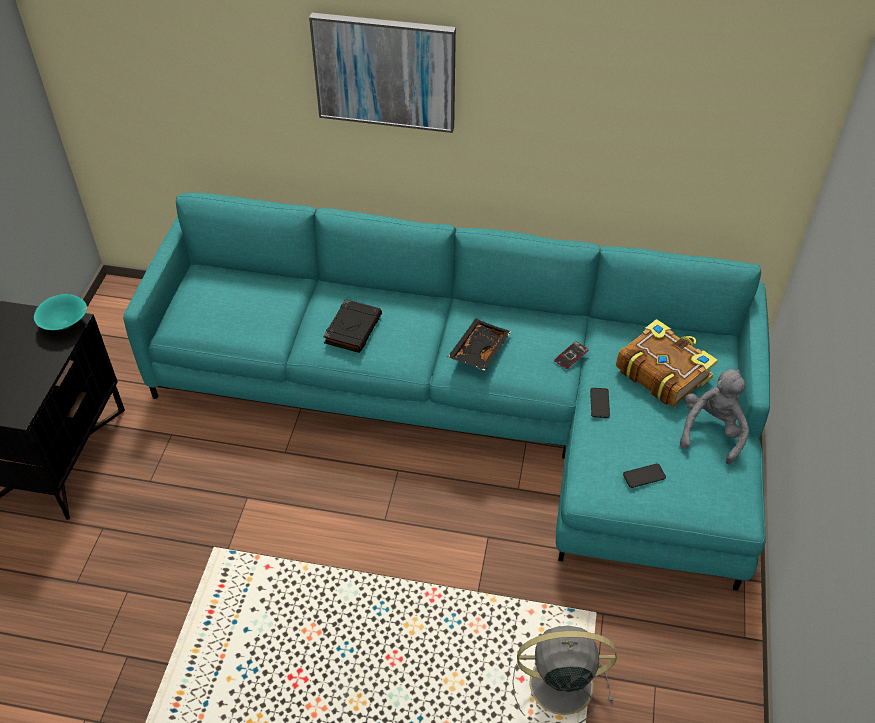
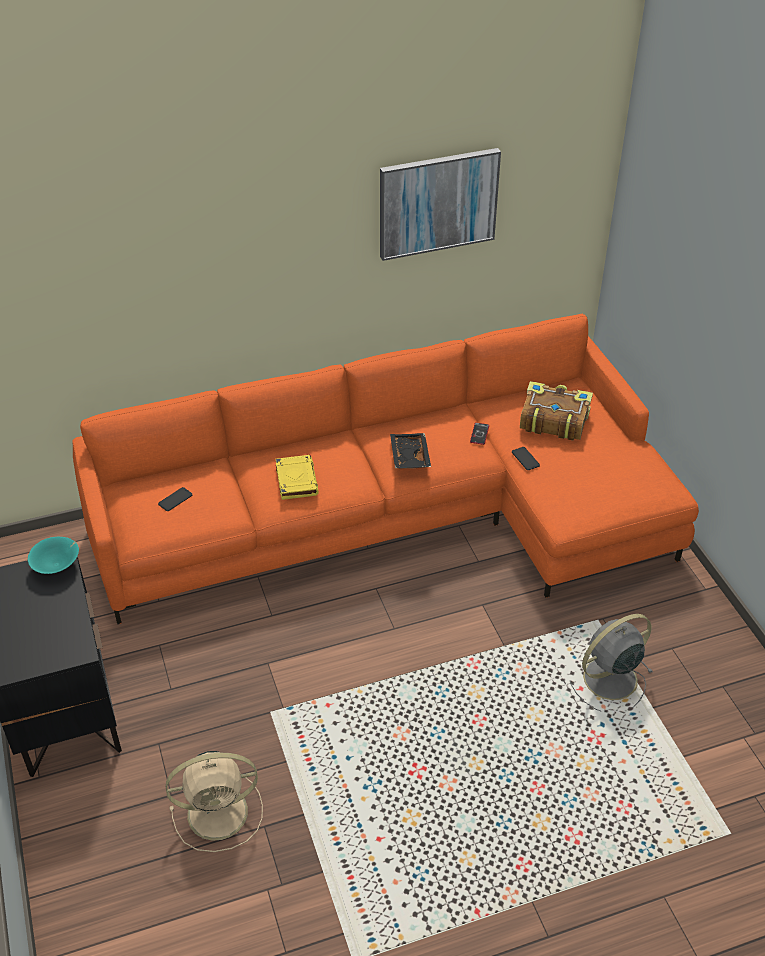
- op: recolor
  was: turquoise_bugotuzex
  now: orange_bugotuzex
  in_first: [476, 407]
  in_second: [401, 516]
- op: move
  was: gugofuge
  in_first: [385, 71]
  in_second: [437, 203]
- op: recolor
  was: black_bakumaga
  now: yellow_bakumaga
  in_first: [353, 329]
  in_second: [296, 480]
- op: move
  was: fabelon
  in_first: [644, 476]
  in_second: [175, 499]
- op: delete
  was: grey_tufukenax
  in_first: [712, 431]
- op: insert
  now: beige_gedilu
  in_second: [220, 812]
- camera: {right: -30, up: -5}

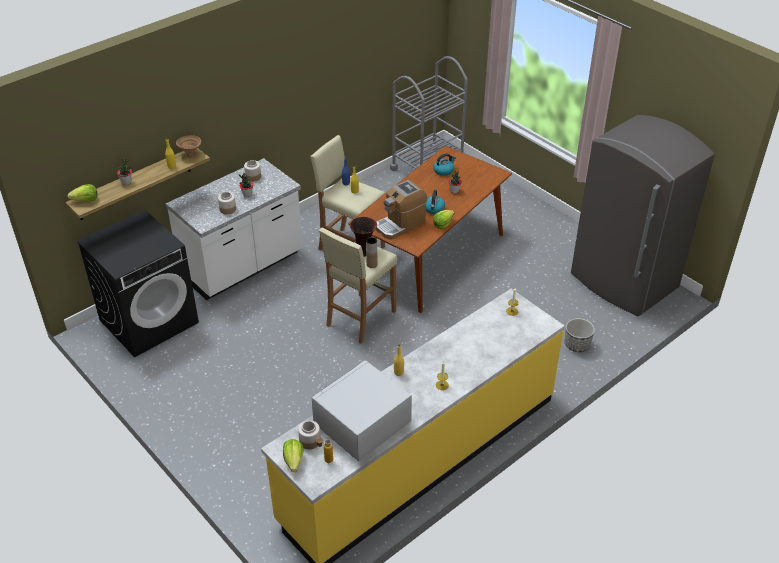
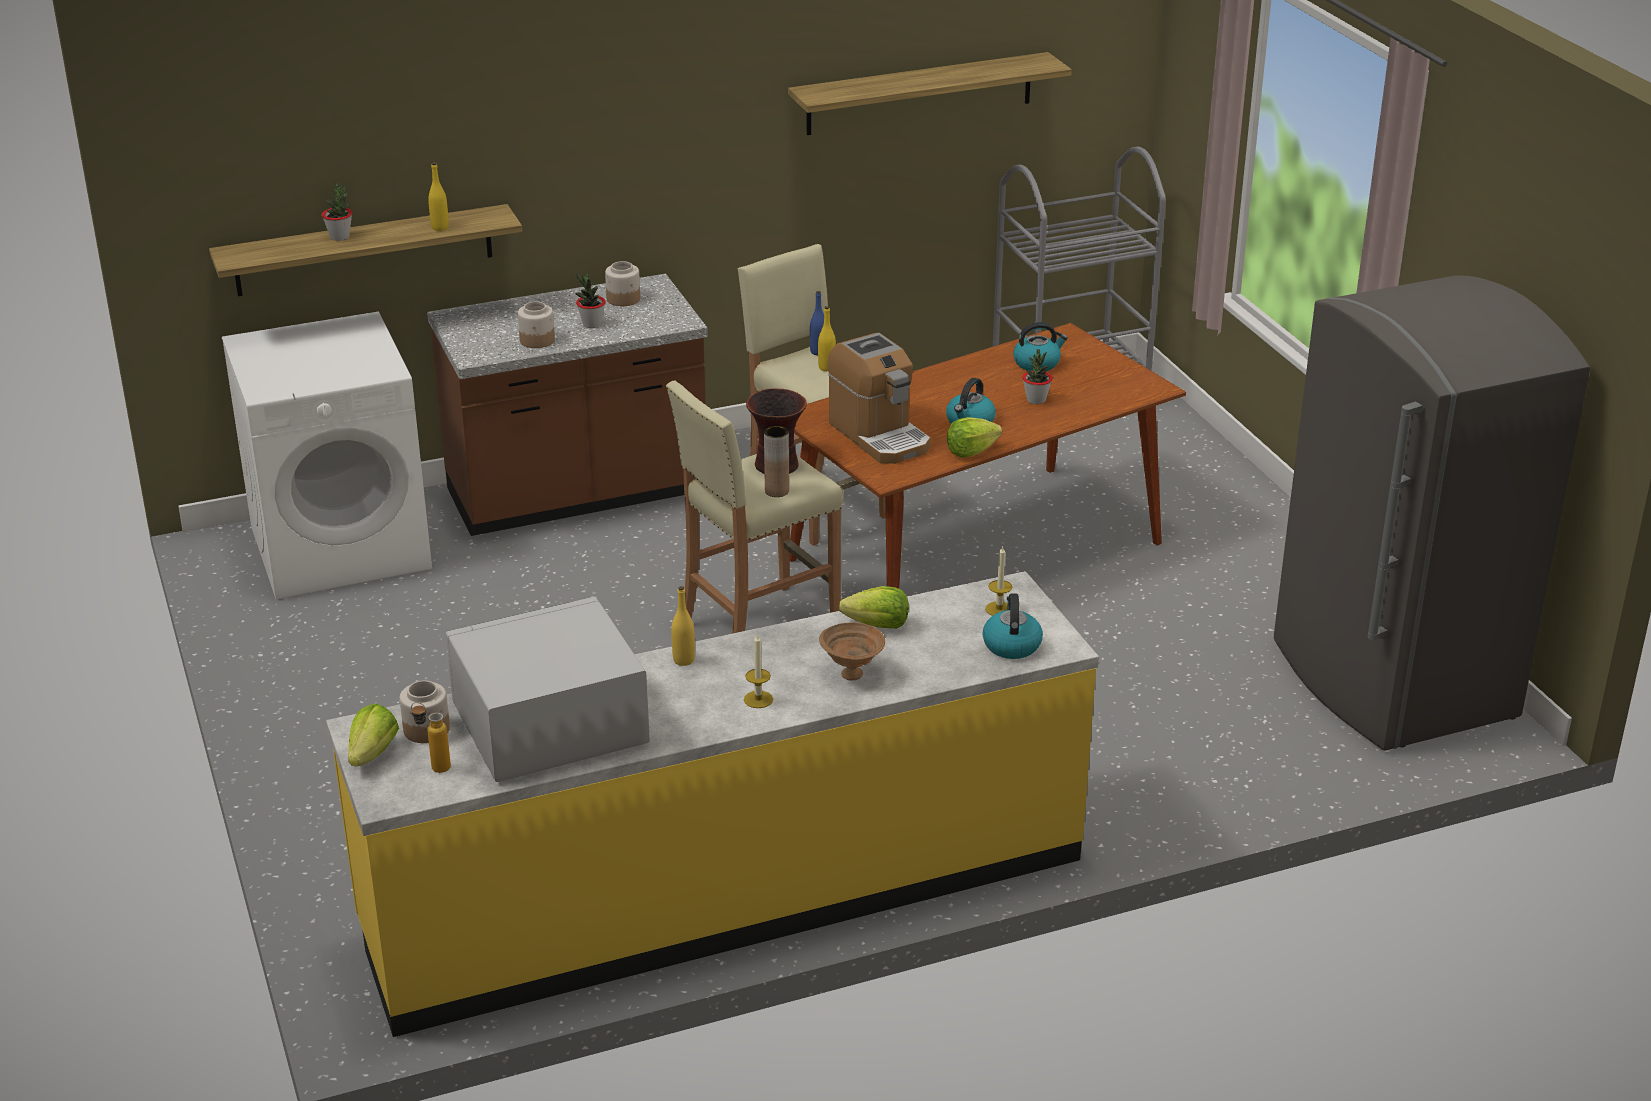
- op: move
  was: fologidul
  in_first: [85, 201]
  in_second: [877, 625]
- op: recolor
  was: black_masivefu
  now: white_masivefu
  in_first: [149, 321]
  in_second: [341, 547]
- op: recolor
  was: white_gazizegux
  now: brown_gazizegux
  in_first: [243, 267]
  in_second: [578, 495]
- op: move
  was: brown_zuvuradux
  in_first: [190, 154]
  in_second: [850, 673]
- op: rotate
  was: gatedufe
  in_first: [400, 224]
  in_second: [879, 436]
  clockwise: -105
- op: delete
  was: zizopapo
  in_first: [577, 345]
- op: insert
  now: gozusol
  in_second: [919, 94]
- op: insert
  now: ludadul
  in_second: [1011, 645]
- camera: {right: 20, up: -10}

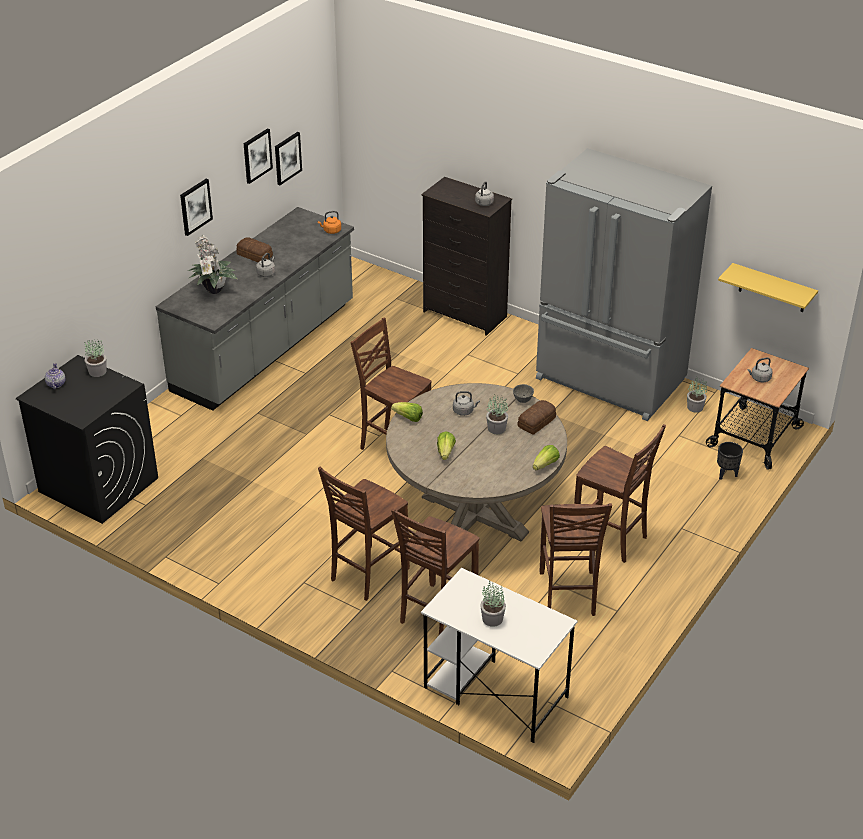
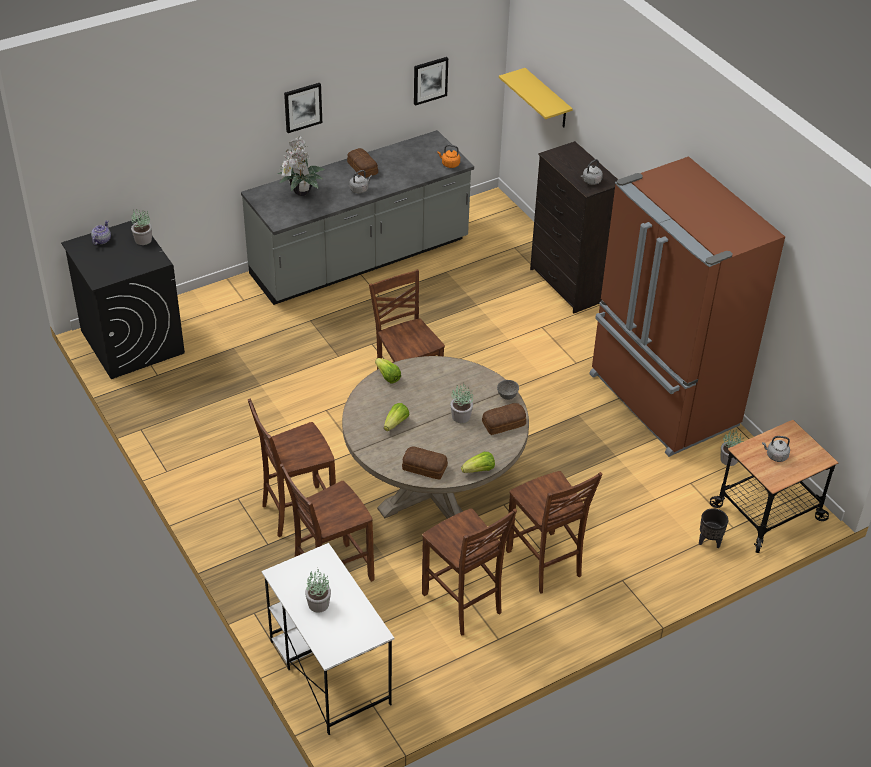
- op: delete
  was: gugofuge
  in_first: [257, 155]
- op: delete
  was: grey_ludadul
  in_first: [464, 411]
- op: recolor
  was: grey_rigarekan
  now: brown_rigarekan
  in_first: [609, 381]
  in_second: [661, 401]
- op: rotate
  was: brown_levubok
  in_first: [568, 595]
  in_second: [463, 604]
  clockwise: -60
- op: move
  was: yellow_gozusol
  in_first: [772, 288]
  in_second: [547, 99]
- op: insert
  now: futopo
  in_second: [425, 468]
- camera: {right: 25, up: 5}

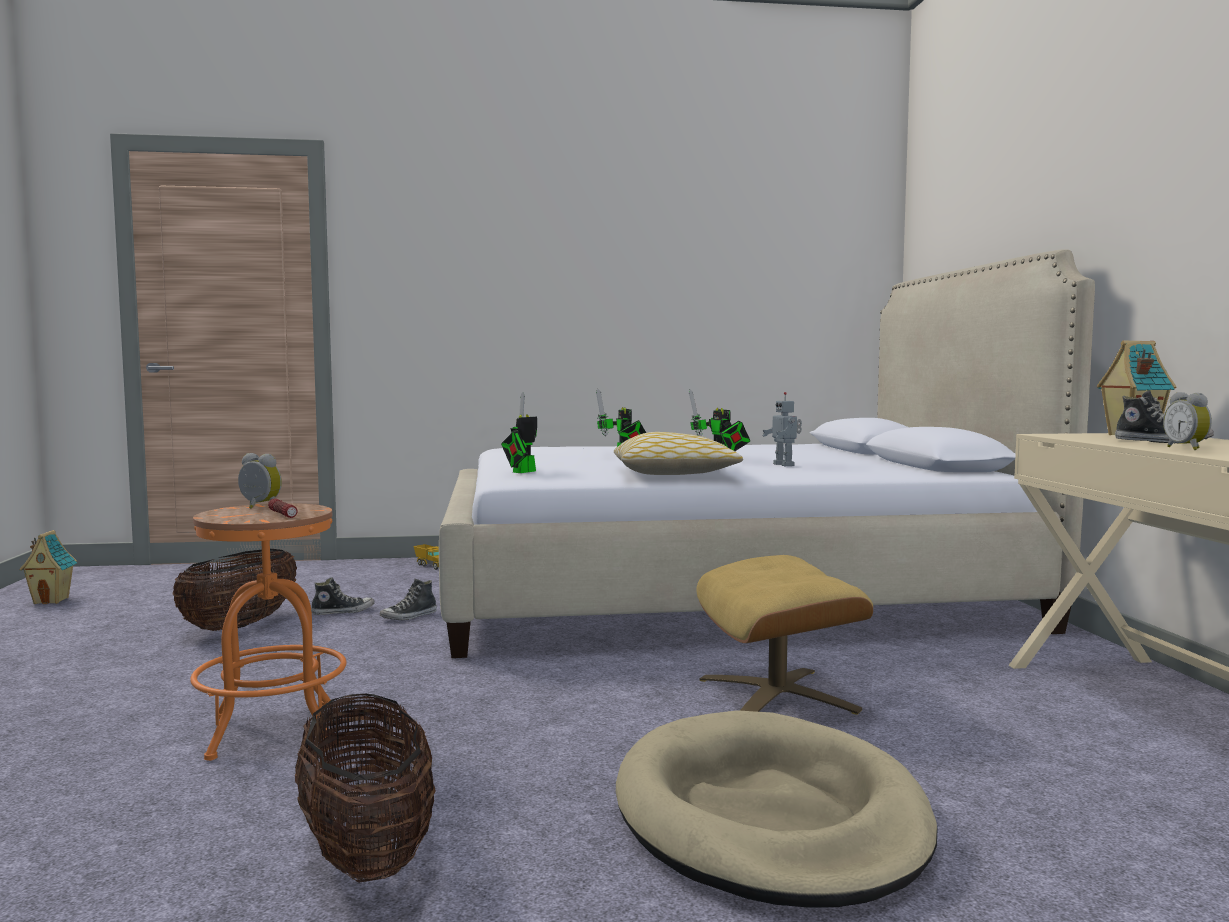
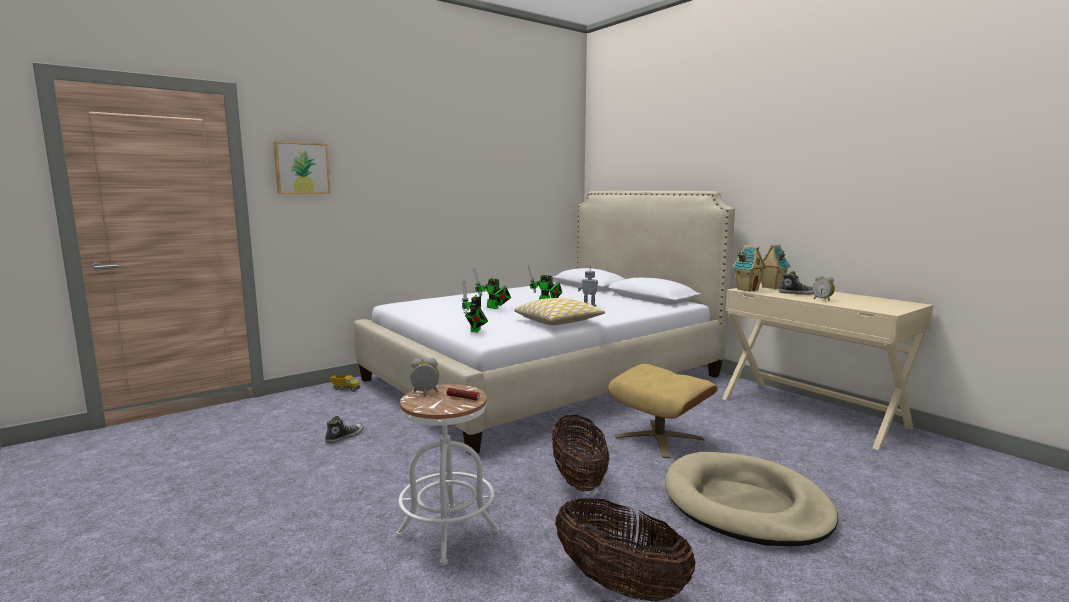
- op: move
  was: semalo
  in_first: [52, 600]
  in_second: [747, 289]
- op: move
  was: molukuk
  in_first: [240, 626]
  in_second: [578, 480]
- op: recolor
  was: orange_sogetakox
  now: white_sogetakox
  in_first: [273, 731]
  in_second: [448, 533]
- op: delete
  was: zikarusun
  in_first: [409, 617]
- op: insert
  now: gugofuge
  in_second: [301, 168]
- camera: {right: -30, up: 5}

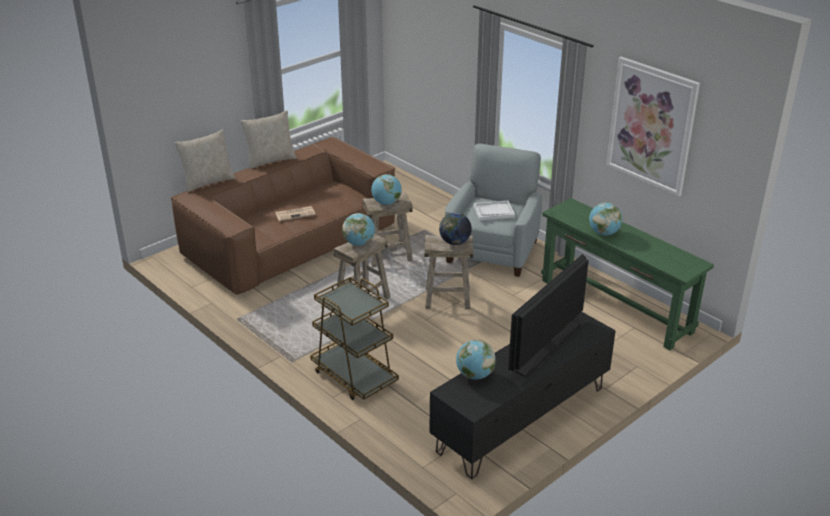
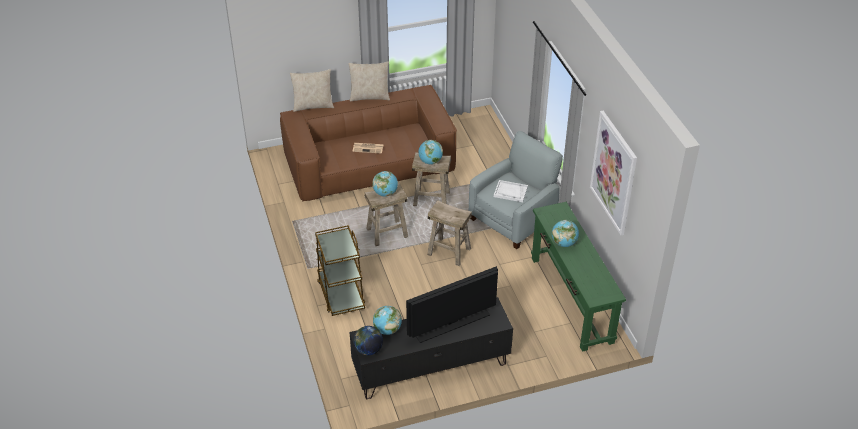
- op: move
  was: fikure
  in_first: [454, 242]
  in_second: [368, 350]
- camera: {right: 25, up: 10}

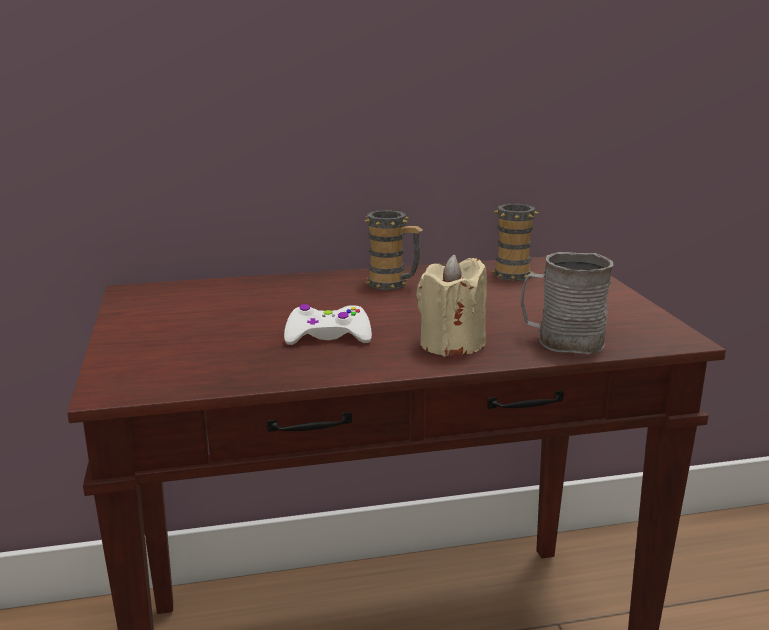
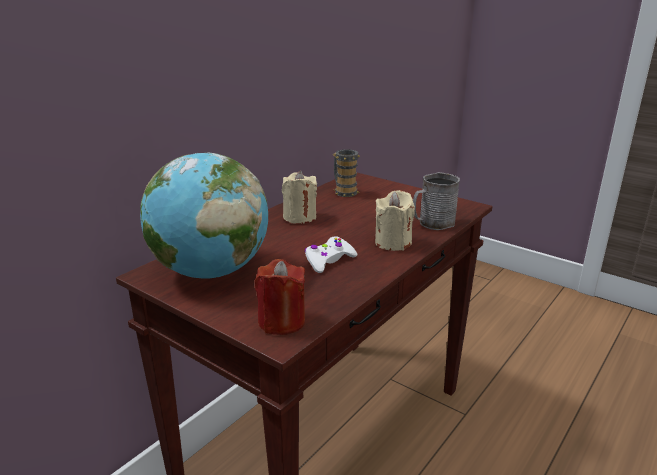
- op: replace
  was: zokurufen
  now: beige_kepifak
  in_first: [393, 285]
  in_second: [299, 217]
- op: insert
  now: fikure
  in_second: [210, 271]
- op: insert
  now: red_kepifak
  in_second: [281, 322]
- camera: {right: -40, up: 5}

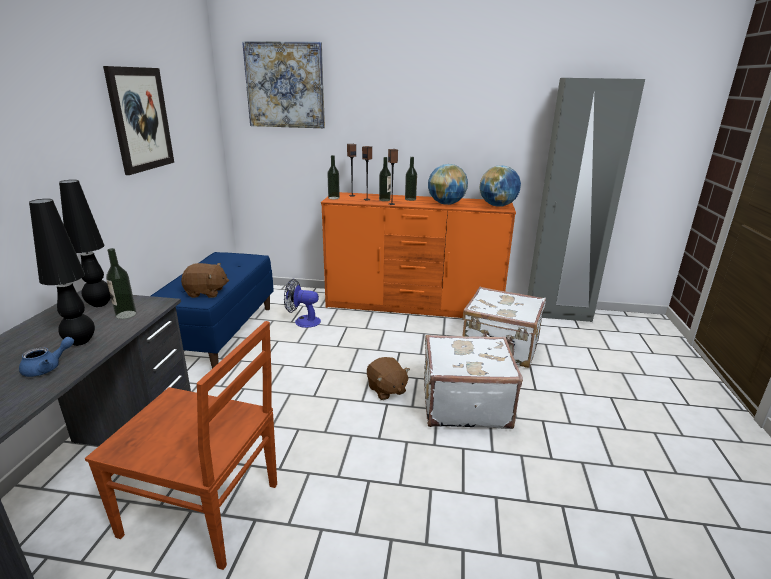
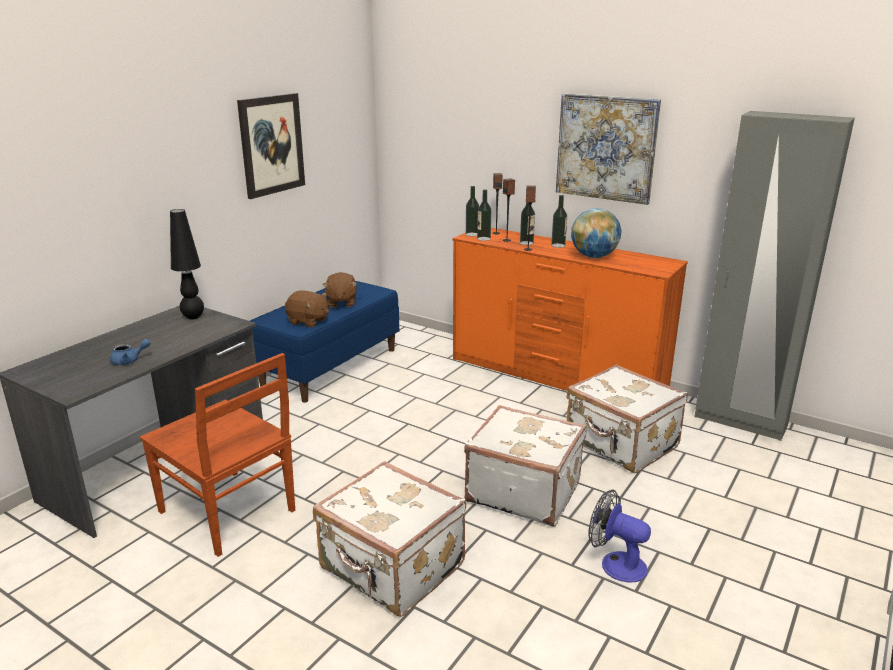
- op: delete
  was: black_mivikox
  in_first: [81, 342]
- op: move
  was: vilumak
  in_first: [126, 314]
  in_second: [483, 238]
- op: move
  was: gugofuge
  in_first: [285, 85]
  in_second: [606, 148]
- op: move
  was: gedilu
  in_first: [303, 321]
  in_second: [615, 563]
- op: move
  was: brown_tufukenax
  in_first: [386, 390]
  in_second: [341, 302]
- op: delete
  was: fikure
  in_first: [498, 206]
- op: insert
  now: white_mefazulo
  in_second: [391, 568]
- camera: {right: 25, up: 0}

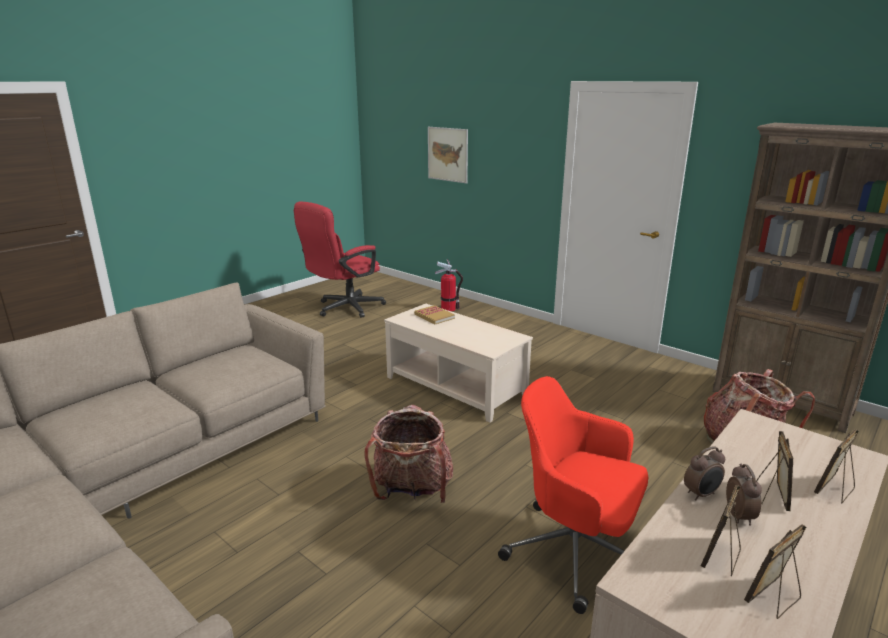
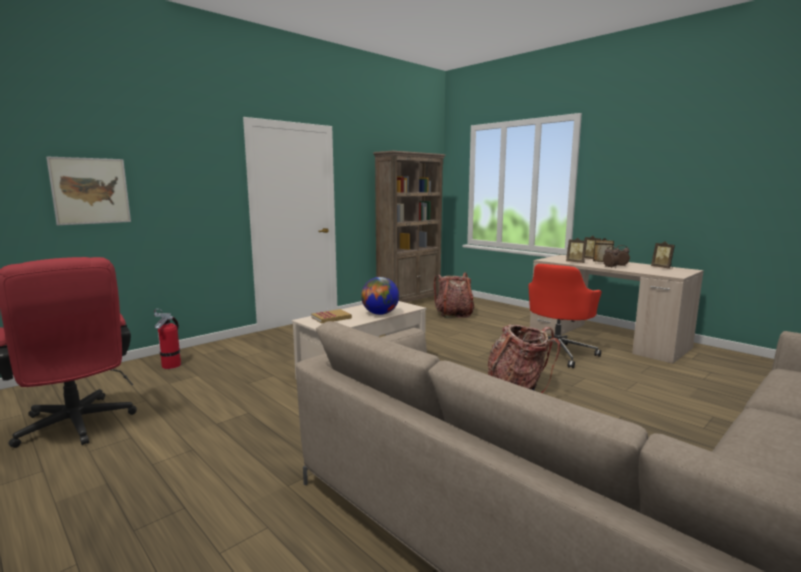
- op: move
  was: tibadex
  in_first: [721, 558]
  in_second: [576, 262]
- op: insert
  now: fikure
  in_second: [380, 314]
- camera: {right: -85, up: -10}

